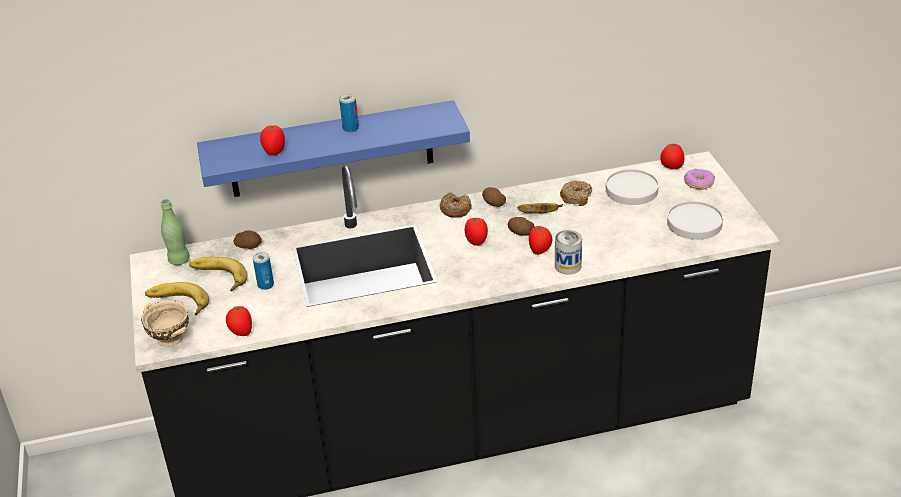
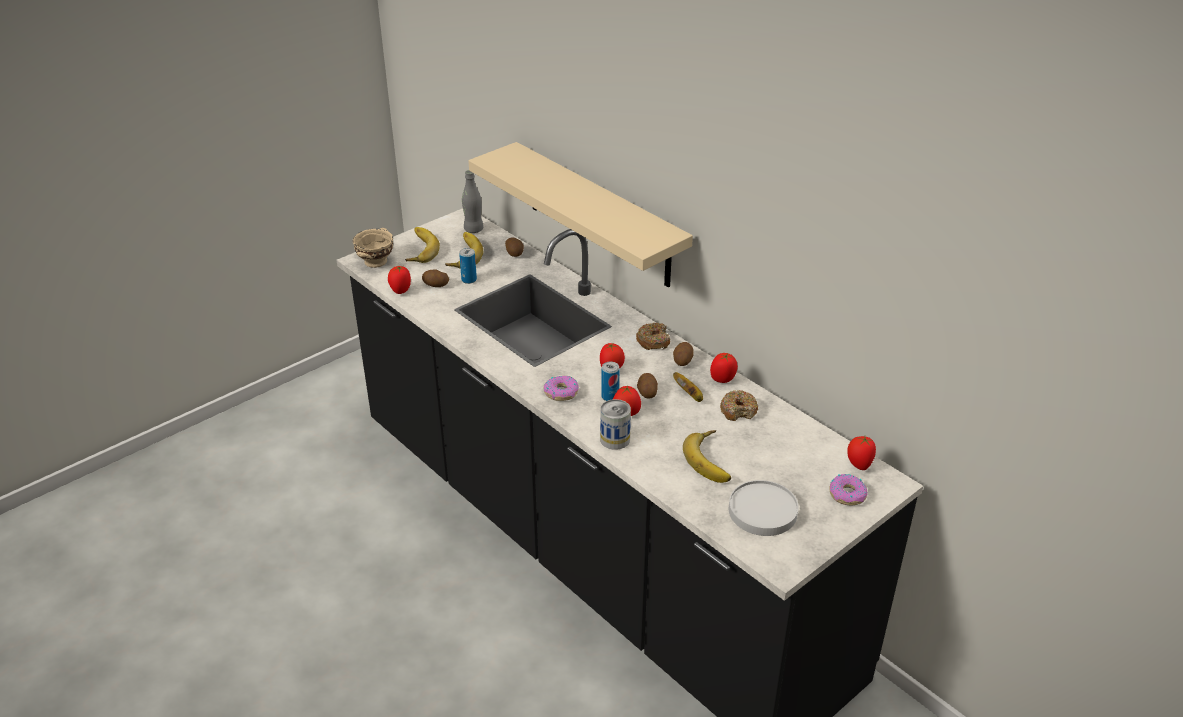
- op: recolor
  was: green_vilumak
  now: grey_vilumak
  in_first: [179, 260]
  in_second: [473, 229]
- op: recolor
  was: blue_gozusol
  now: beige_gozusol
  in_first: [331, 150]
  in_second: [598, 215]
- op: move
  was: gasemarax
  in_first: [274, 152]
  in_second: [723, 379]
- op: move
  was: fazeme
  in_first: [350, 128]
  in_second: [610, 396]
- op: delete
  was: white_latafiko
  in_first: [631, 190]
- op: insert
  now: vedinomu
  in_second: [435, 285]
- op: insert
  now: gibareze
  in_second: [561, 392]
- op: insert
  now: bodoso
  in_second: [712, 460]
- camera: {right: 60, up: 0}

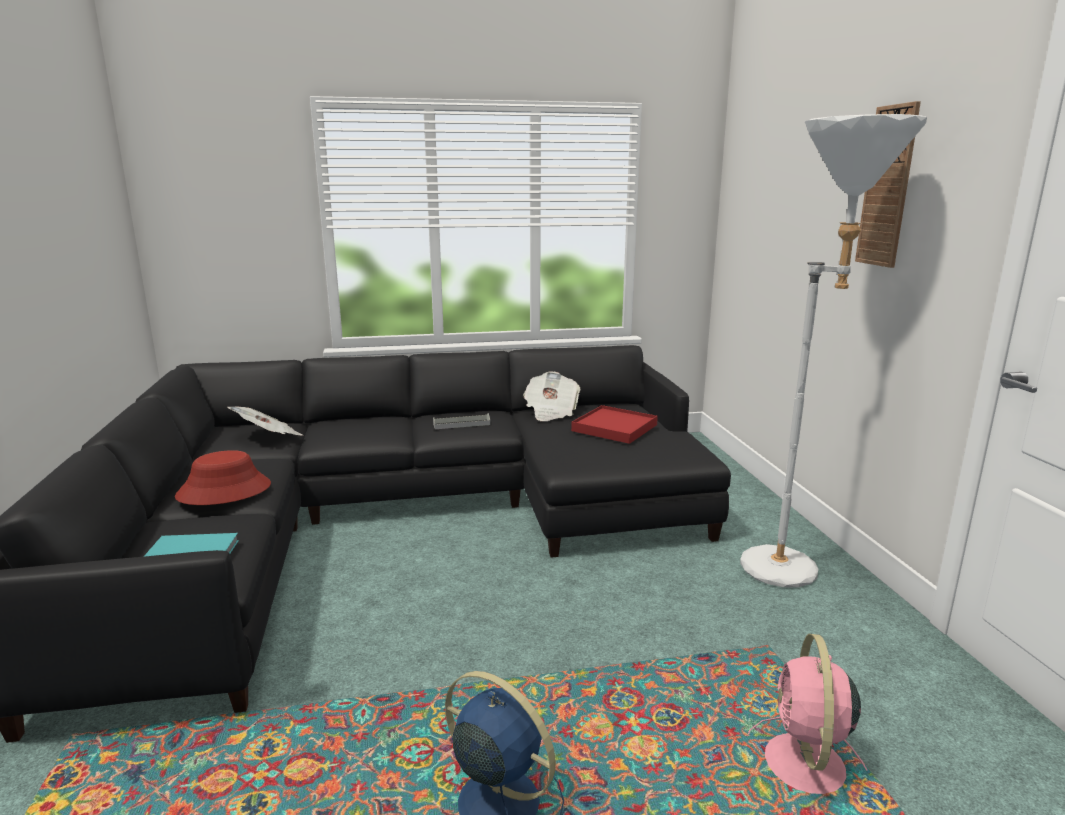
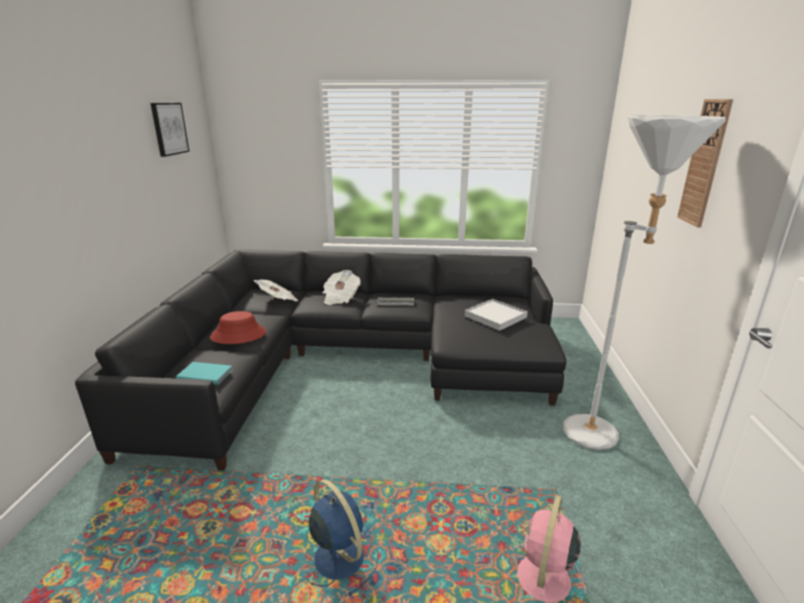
- op: move
  was: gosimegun
  in_first: [551, 412]
  in_second: [340, 298]
- op: recolor
  was: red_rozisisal
  now: white_rozisisal
  in_first: [614, 428]
  in_second: [495, 316]
- op: insert
  now: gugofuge
  in_second: [169, 128]
- camera: {right: 15, up: 5}

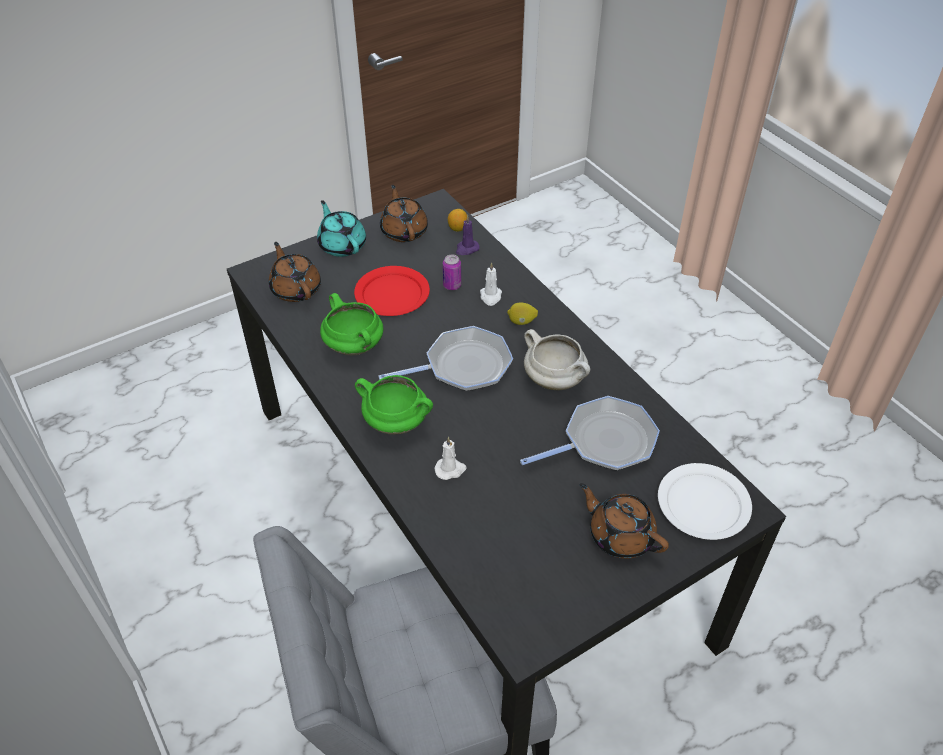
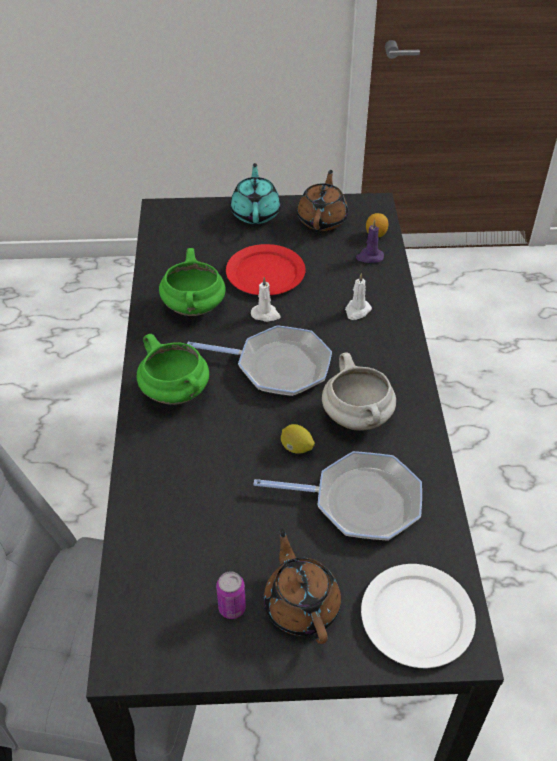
- op: delete
  was: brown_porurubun
  in_first: [296, 289]
- op: move
  was: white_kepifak
  in_first: [450, 469]
  in_second: [266, 314]
- op: move
  was: fazeme
  in_first: [452, 285]
  in_second: [232, 608]
- op: move
  was: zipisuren
  in_first: [521, 322]
  in_second: [296, 448]
- camera: {right: 30, up: 0}

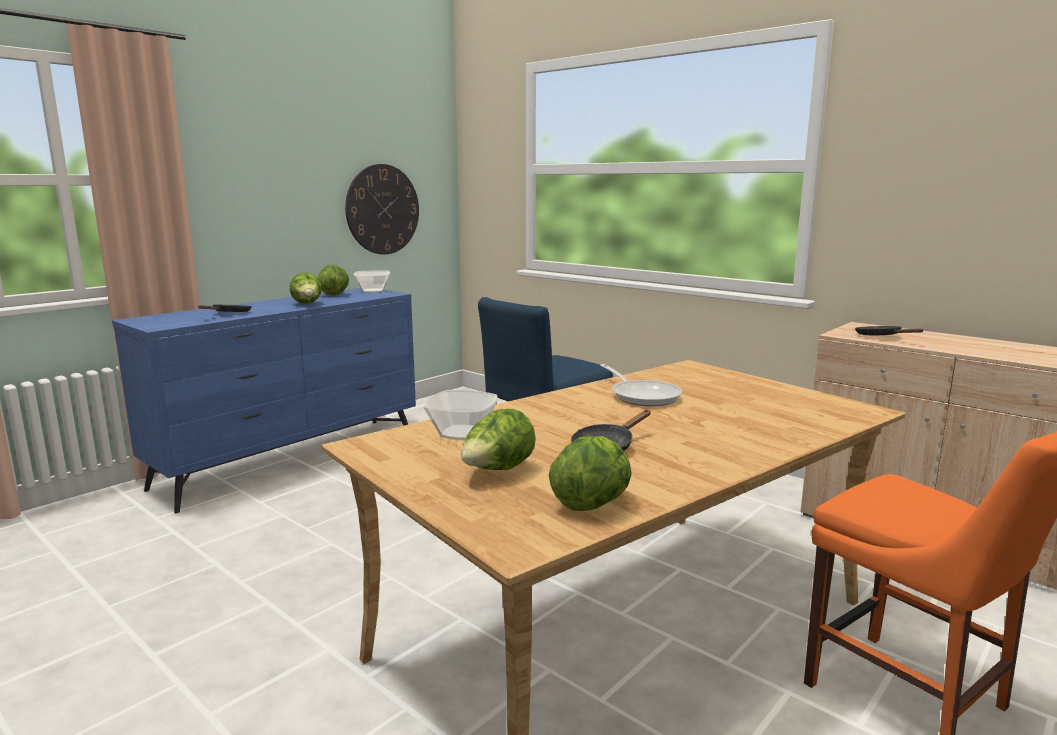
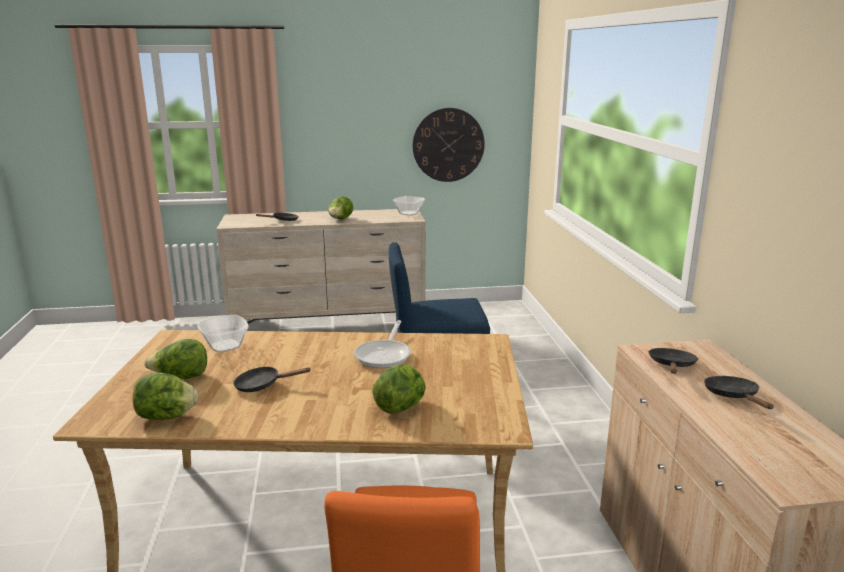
- op: recolor
  was: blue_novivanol
  now: beige_novivanol
  in_first: [293, 460]
  in_second: [329, 327]
- op: move
  was: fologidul
  in_first: [334, 295]
  in_second: [401, 407]
- op: insert
  now: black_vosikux
  in_second: [733, 396]
- camera: {right: 40, up: 5}

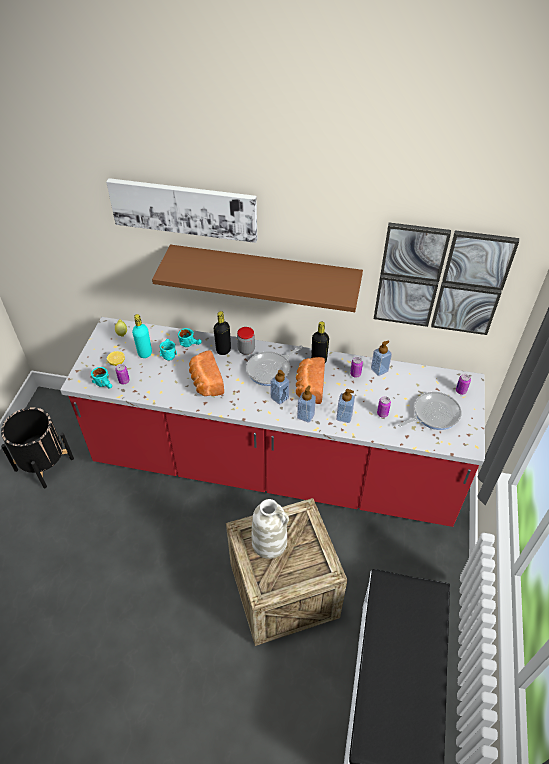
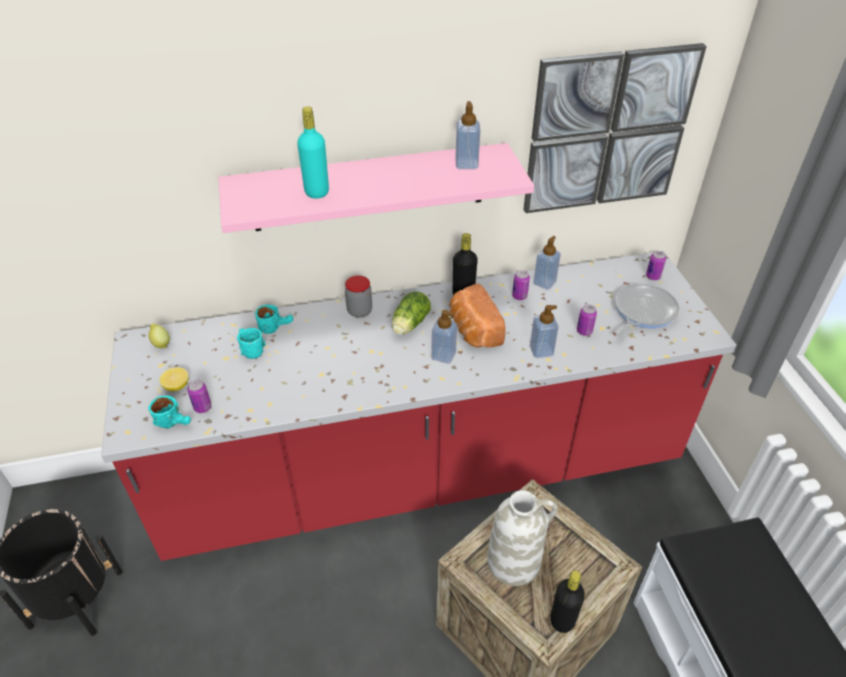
- op: delete
  was: gugofuge
  in_first: [184, 208]
- op: move
  was: turquoise_vilumak
  in_first: [145, 353]
  in_second: [317, 192]
- op: recolor
  was: brown_gozusol
  now: pink_gozusol
  in_first: [264, 274]
  in_second: [369, 187]
- op: delete
  was: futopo
  in_first: [205, 383]
- op: move
  was: black_vilumak
  in_first: [223, 350]
  in_second: [562, 620]
- op: replace
  was: vosikux
  now: fologidul
  in_first: [271, 370]
  in_second: [409, 325]
- op: move
  was: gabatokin
  in_first: [305, 416]
  in_second: [466, 164]
- camera: {right: -25, up: -5}

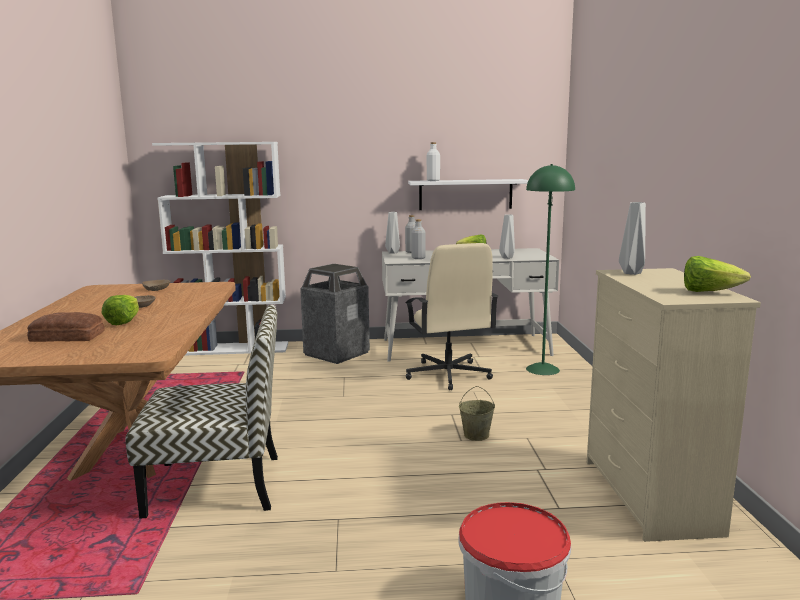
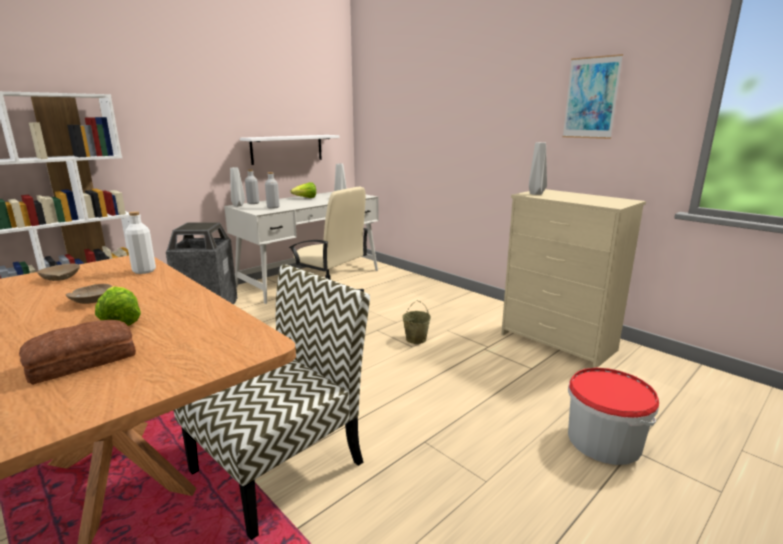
- op: move
  was: white_vilumak
  in_first: [433, 180]
  in_second: [144, 271]
- op: delete
  was: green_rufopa
  in_first: [543, 369]
- op: delete
  was: fologidul
  in_first: [708, 292]
- op: insert
  now: gugofuge
  in_second: [591, 98]
- camera: {right: -40, up: 5}

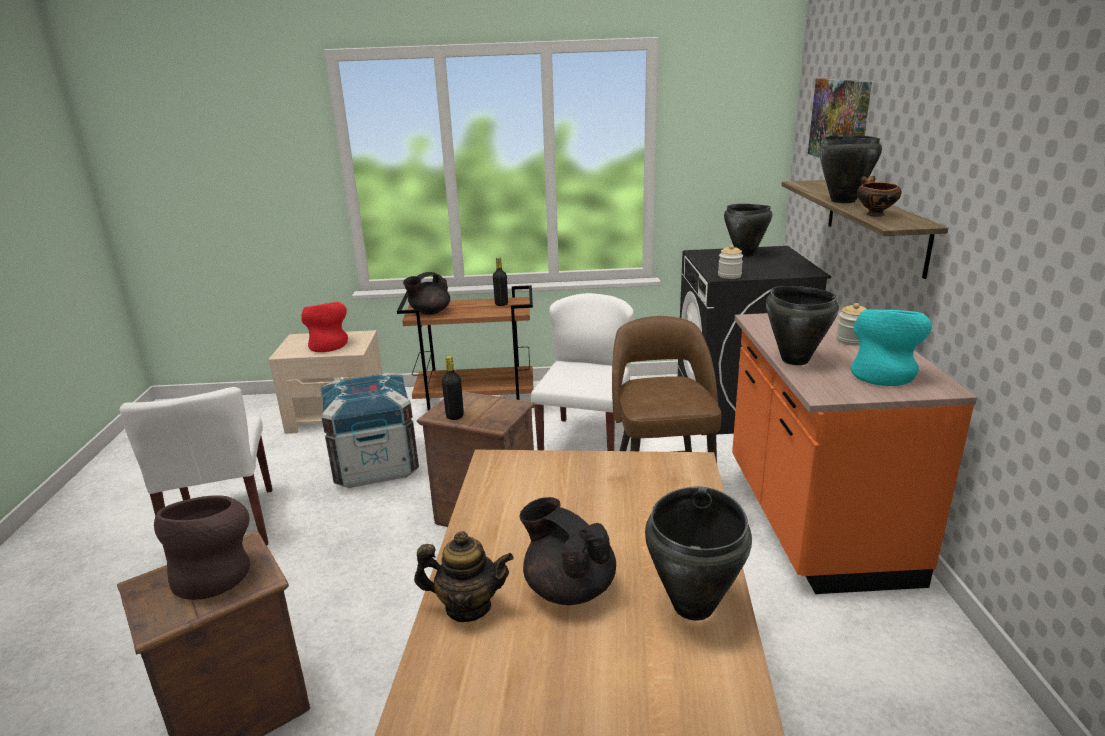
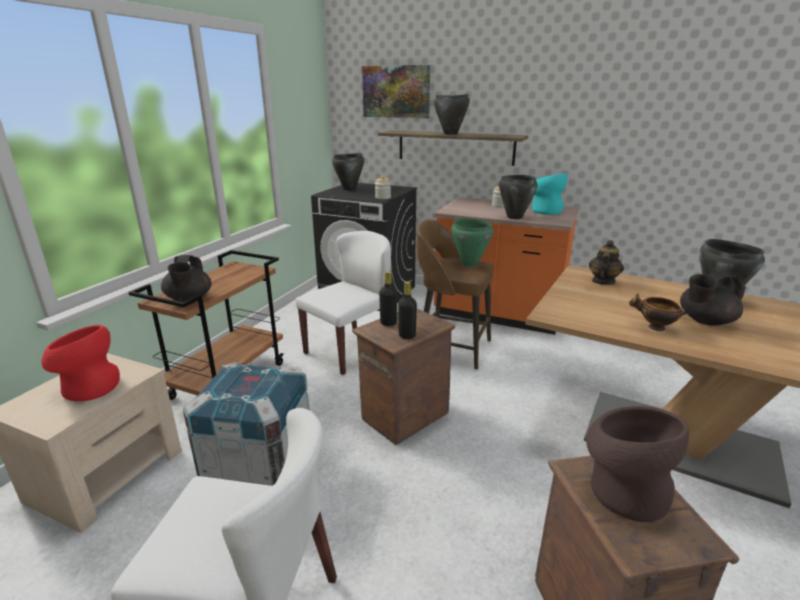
- op: move
  was: porurubun
  in_first: [468, 607]
  in_second: [602, 281]
- op: move
  was: black_vilumak
  in_first: [501, 304]
  in_second: [388, 323]
- op: rotate
  was: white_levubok
  in_first: [586, 442]
  in_second: [350, 349]
  clockwise: 90
- op: move
  was: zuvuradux
  in_first: [874, 214]
  in_second: [654, 327]
- op: insert
  now: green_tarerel
  in_second: [469, 263]
- camera: {right: -65, up: 0}

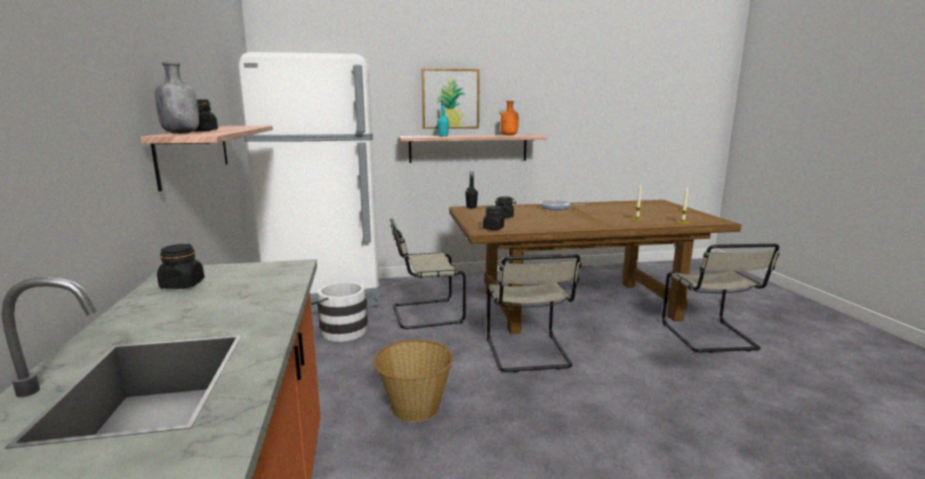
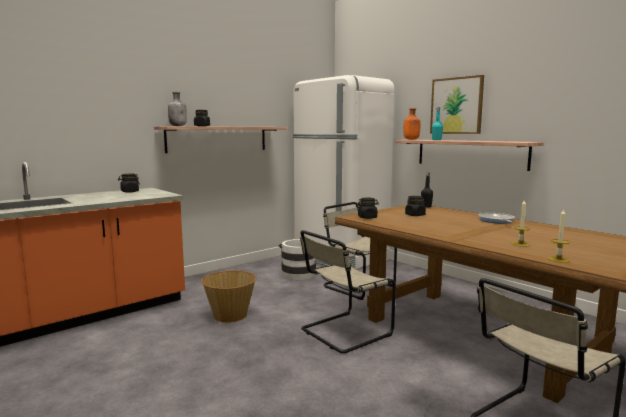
- op: move
  was: orange_vilumak
  in_first: [509, 135]
  in_second: [411, 139]
- camera: {right: 60, up: -5}

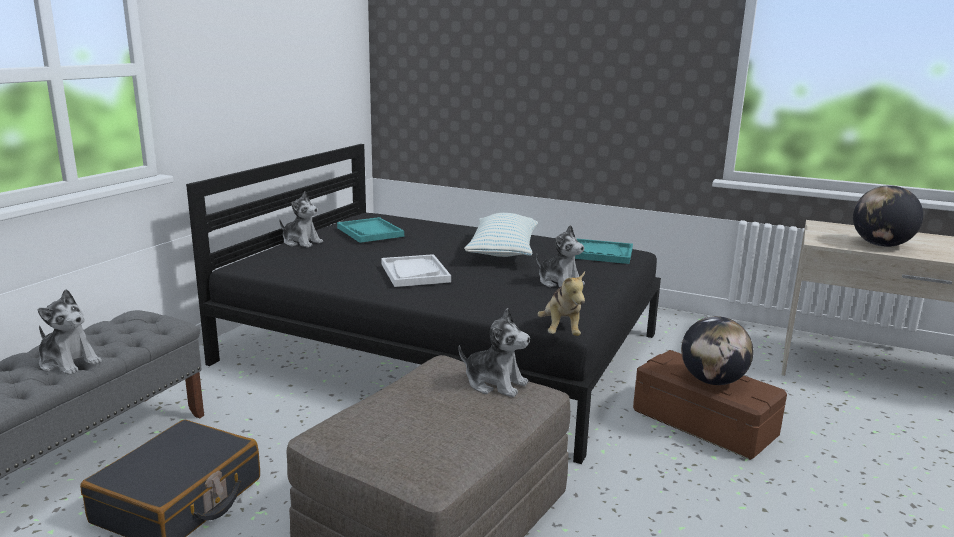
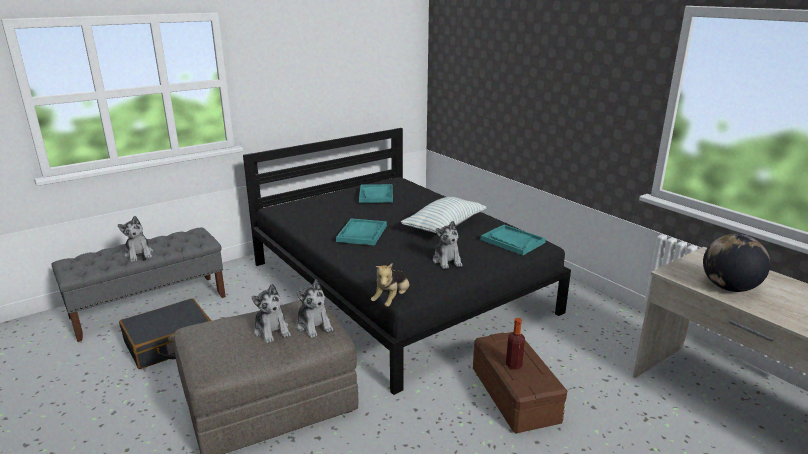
- op: move
  was: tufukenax
  in_first: [301, 242]
  in_second: [272, 330]
- op: recolor
  was: white_rozisisal
  now: turquoise_rozisisal
  in_first: [415, 273]
  in_second: [362, 233]
- op: replace
  was: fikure
  now: vilumak
  in_first: [712, 381]
  in_second: [514, 365]
- camera: {right: 30, up: 5}

